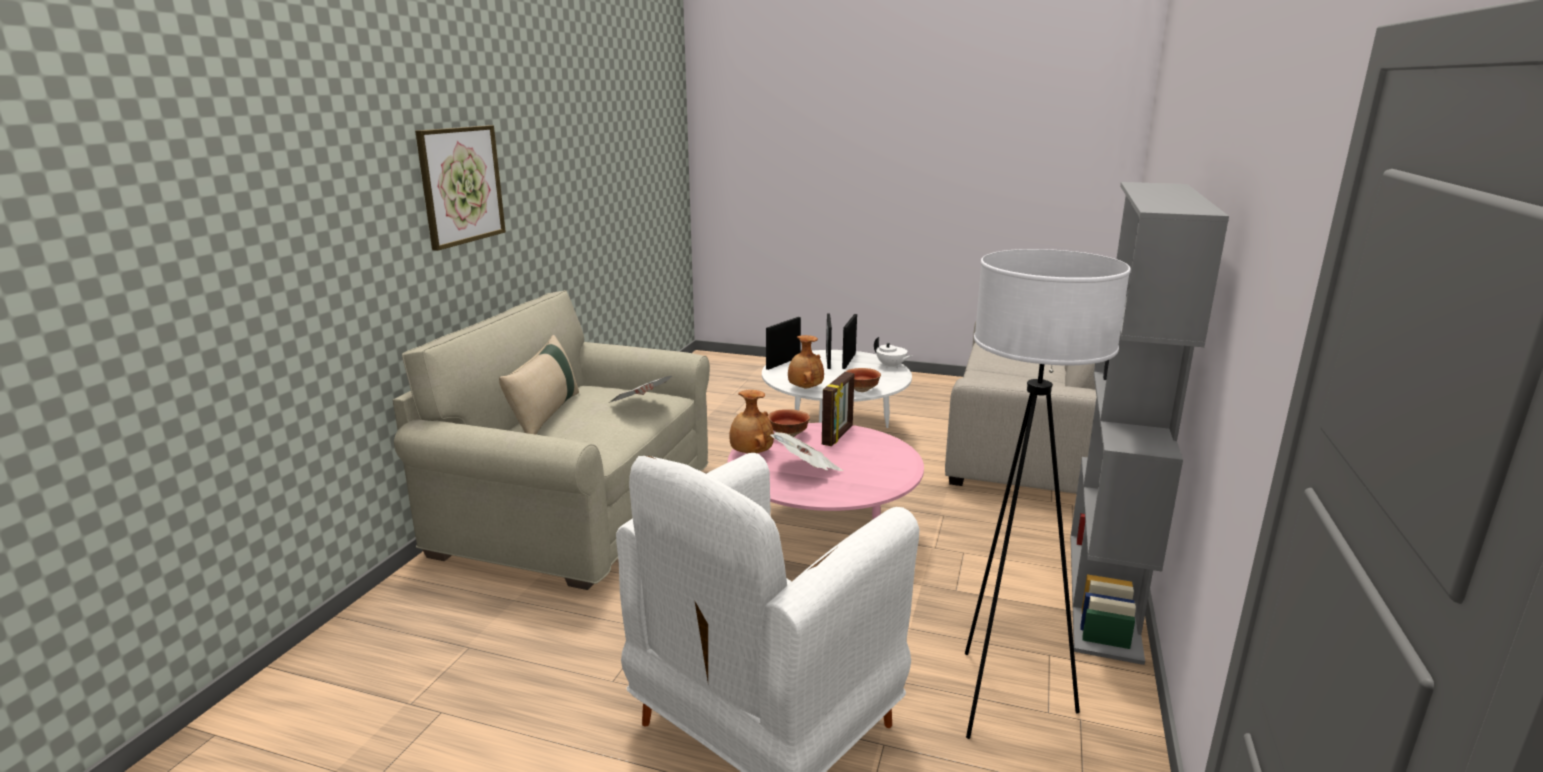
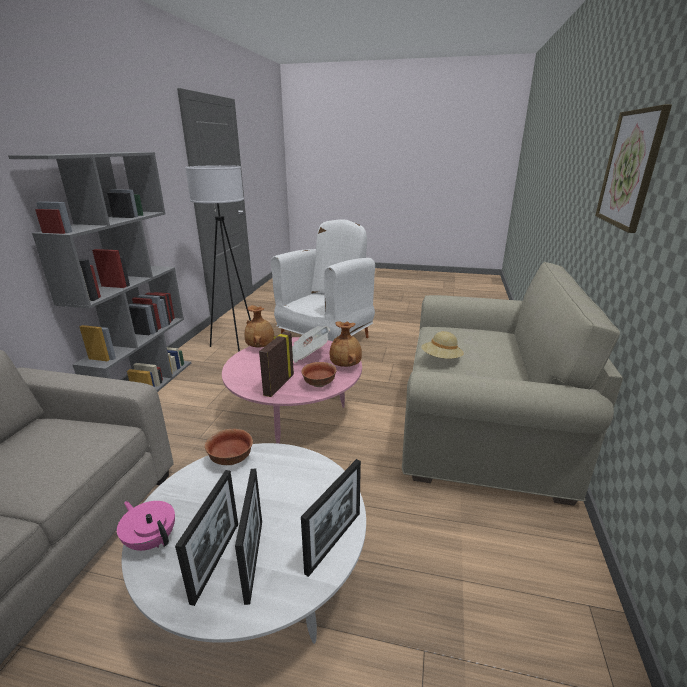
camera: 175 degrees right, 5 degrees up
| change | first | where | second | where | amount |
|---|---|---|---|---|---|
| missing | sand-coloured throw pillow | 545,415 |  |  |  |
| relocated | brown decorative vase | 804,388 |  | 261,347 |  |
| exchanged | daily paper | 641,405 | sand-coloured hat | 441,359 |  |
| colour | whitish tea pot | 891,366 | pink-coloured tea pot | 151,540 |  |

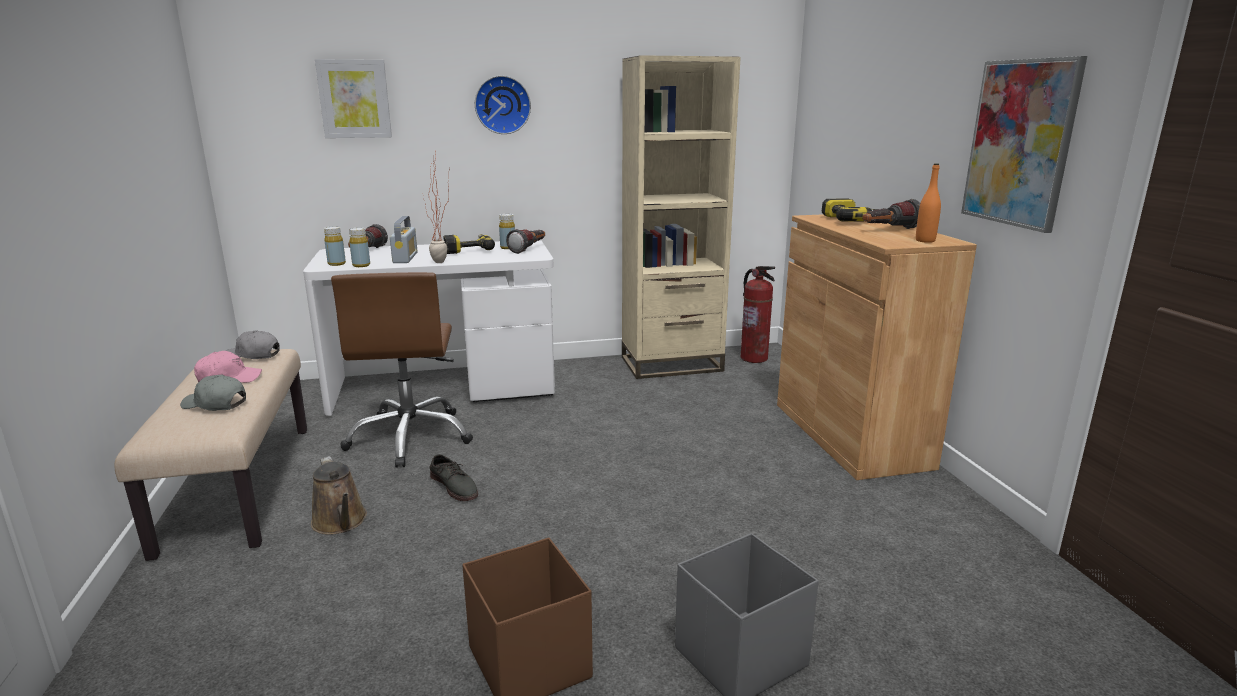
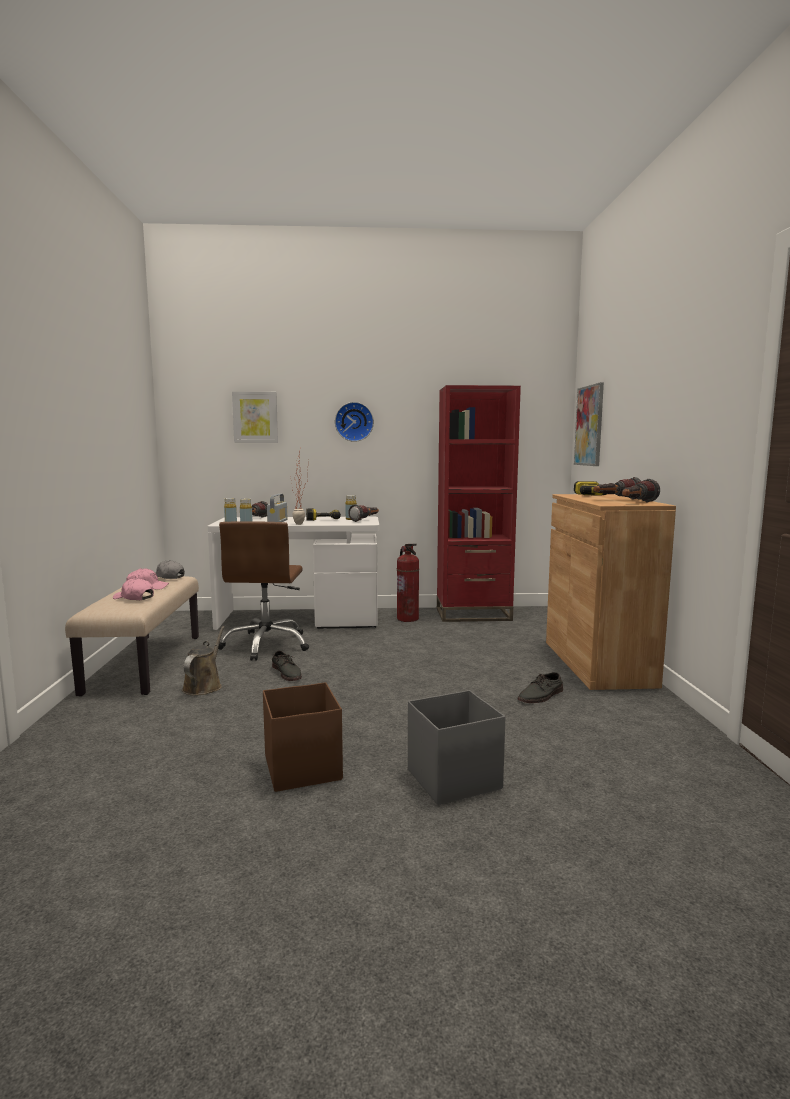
camera: 10 degrees right, 10 degrees down
| change | first | where | second | where | amount |
|---|---|---|---|---|---|
| appeared |  |  | grey low shoe | 541,696 |  |
| relocated | fire-fighting cylinder | 754,358 |  | 407,619 |  |
| relocated | wall art | 1020,143 |  | 589,426 |  |
| exchanged | orange beverage bottle | 925,241 | torch | 637,503 |  |
| colour | grey peaked cap | 215,404 | pink-coloured peaked cap | 134,598 |  |
| colour | sand-coloured shelving unit | 671,364 | reddish shelving unit | 473,614 |  |
| spun | brown watering can | 340,522 |  | 204,686 | 150 degrees counterclockwise |

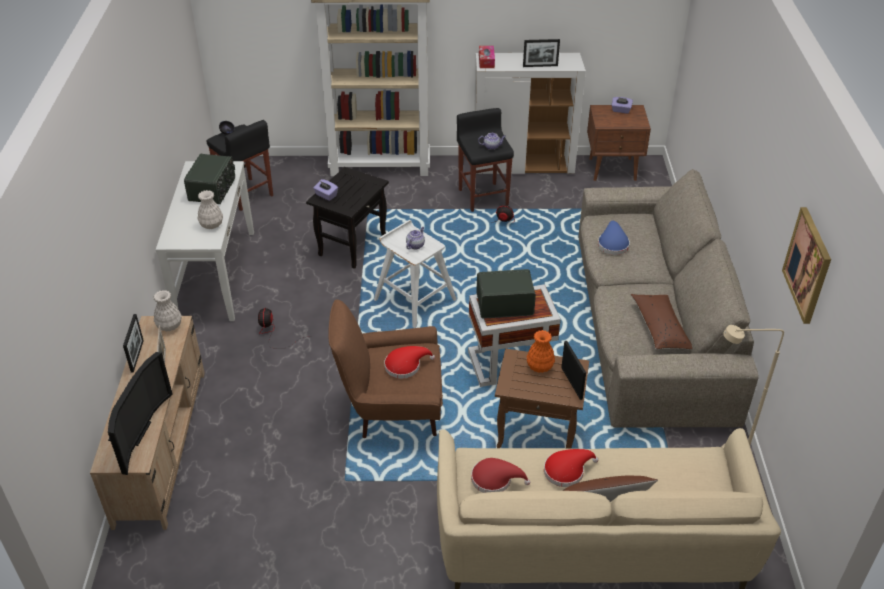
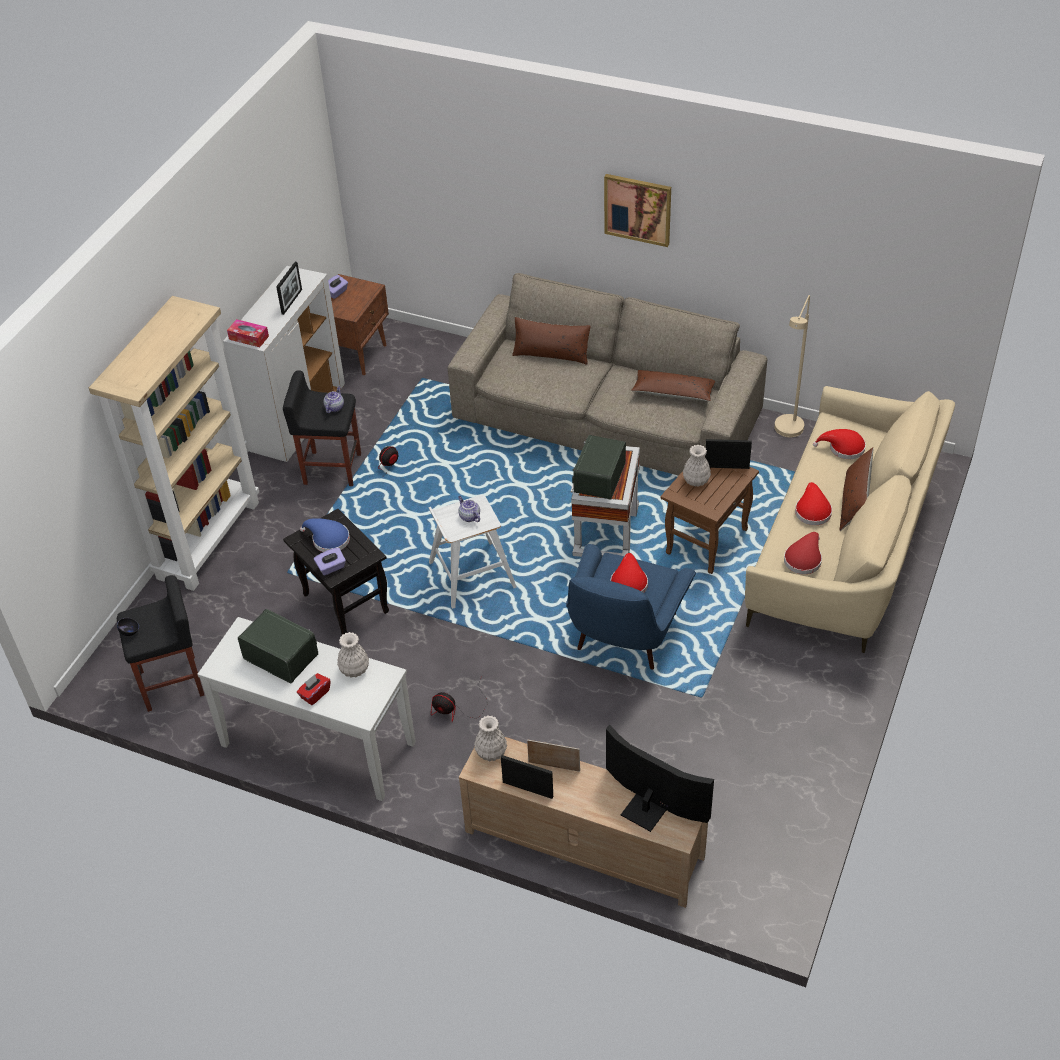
camera: 65 degrees left, 5 degrees up
| change | first | where | second | where | amount |
|---|---|---|---|---|---|
| appeared |  |  | reddish tissue holder | 315,694 |  |
| appeared |  |  | brown throw pillow | 551,354 |  |
| appeared |  |  | reddish hat | 843,448 |  |
| relocated | blue hat | 612,244 |  | 328,539 |  |
| relocated | wall art | 808,265 |  | 638,209 |  |
| colour | brown armchair | 392,409 | blue armchair | 624,637 |  |
| colour | orange decorative vase | 540,366 | whitish decorative vase | 696,480 |  |

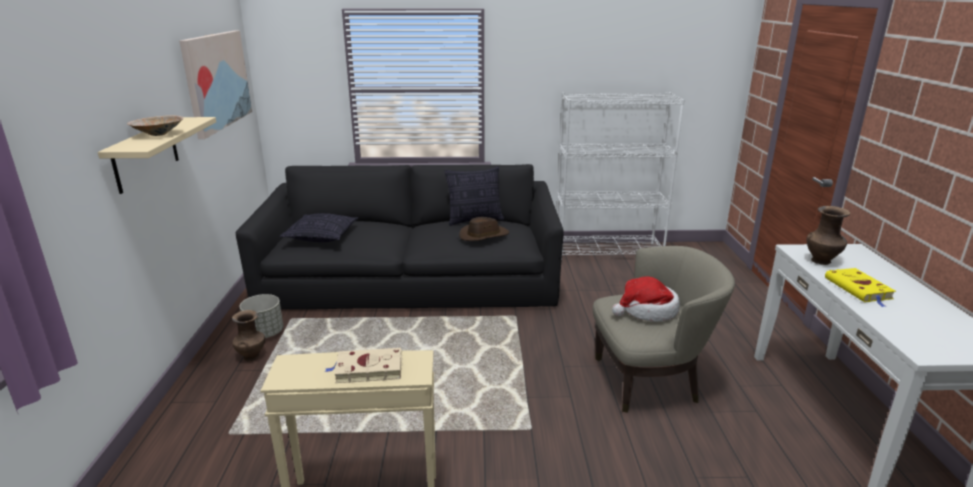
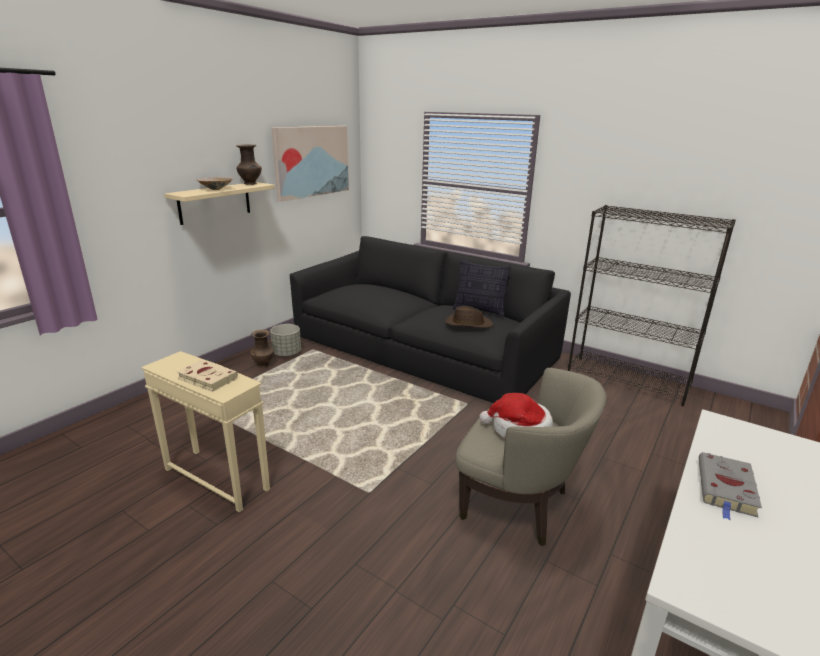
camera: 35 degrees right, 0 degrees up
| change | first | where | second | where | amount |
|---|---|---|---|---|---|
| missing | throw pillow | 322,237 |  |  |  |
| relocated | brown decorative vase | 822,261 |  | 250,184 |  |
| colour | whitish shelving unit | 608,251 | black shelving unit | 628,380 |  |
| colour | yellow-coloured bound book | 859,289 | grey bound book | 726,489 |  |

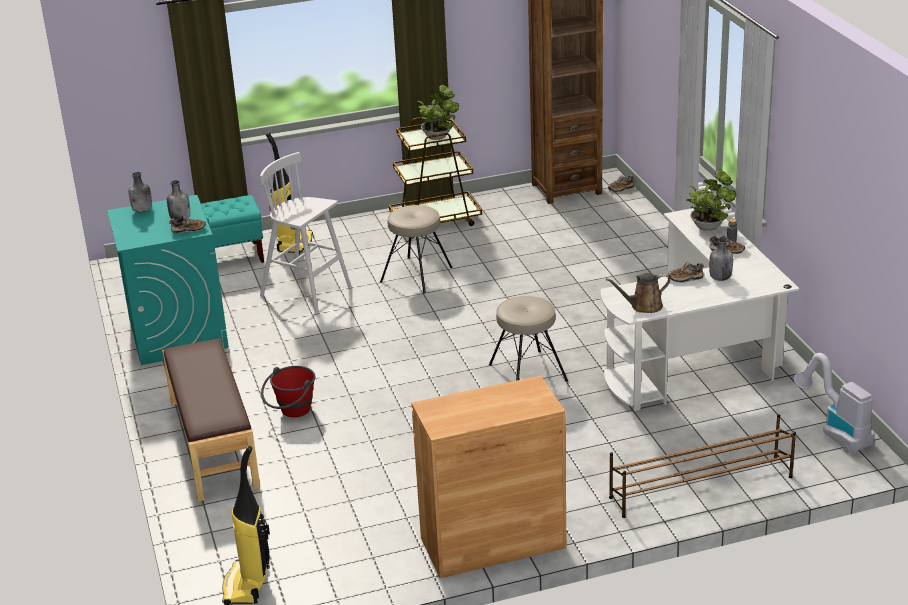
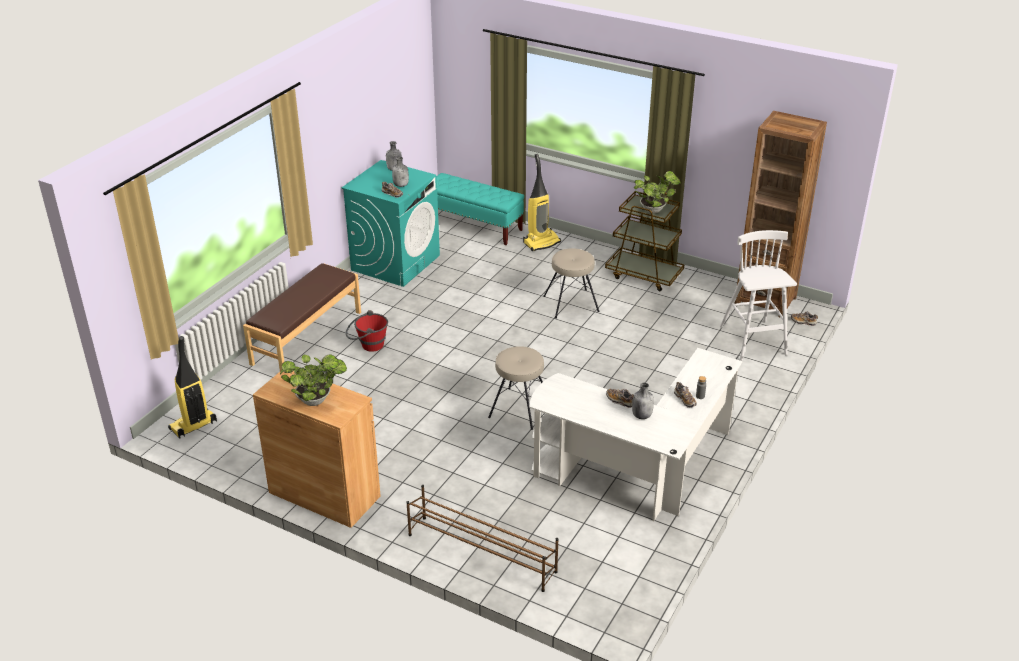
camera: 45 degrees right, 5 degrees up
| change | first | where | second | where | amount |
|---|---|---|---|---|---|
| missing | brown watering can | 643,306 |  |  |  |
| missing | vacuum | 834,430 |  |  |  |
| relocated | whitish sitting stool | 307,292 |  | 753,341 |  |
| relocated | potted plant | 708,226 |  | 316,400 |  |

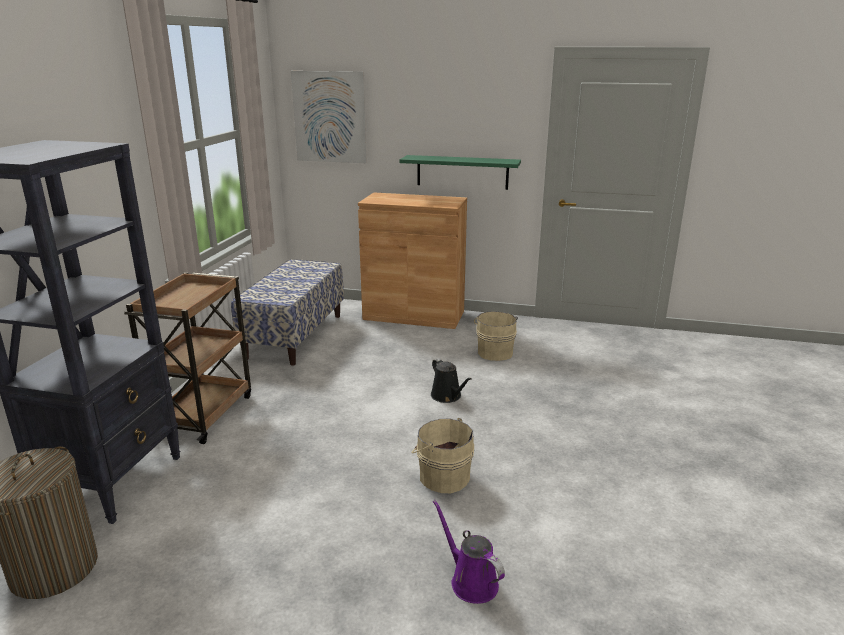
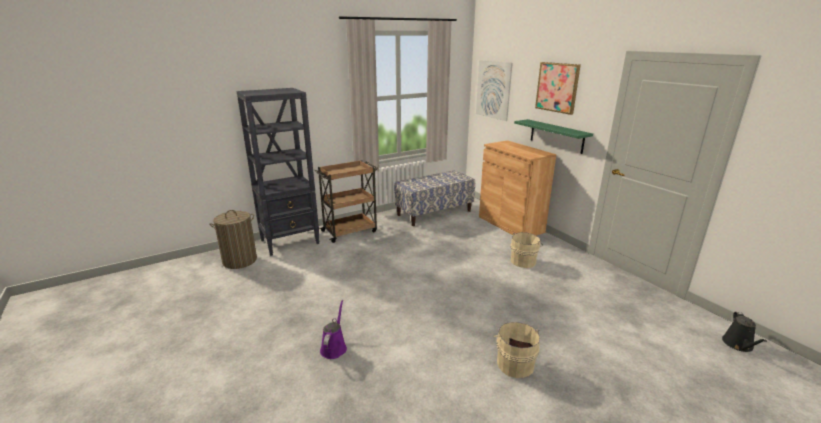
camera: 45 degrees right, 0 degrees up
| change | first | where | second | where | amount |
|---|---|---|---|---|---|
| appeared |  |  | wall art | 557,87 |  |
| relocated | sand-coloured water bucket | 443,476 |  | 514,363 |  |
| relocated | black watering can | 447,396 |  | 738,345 |  |

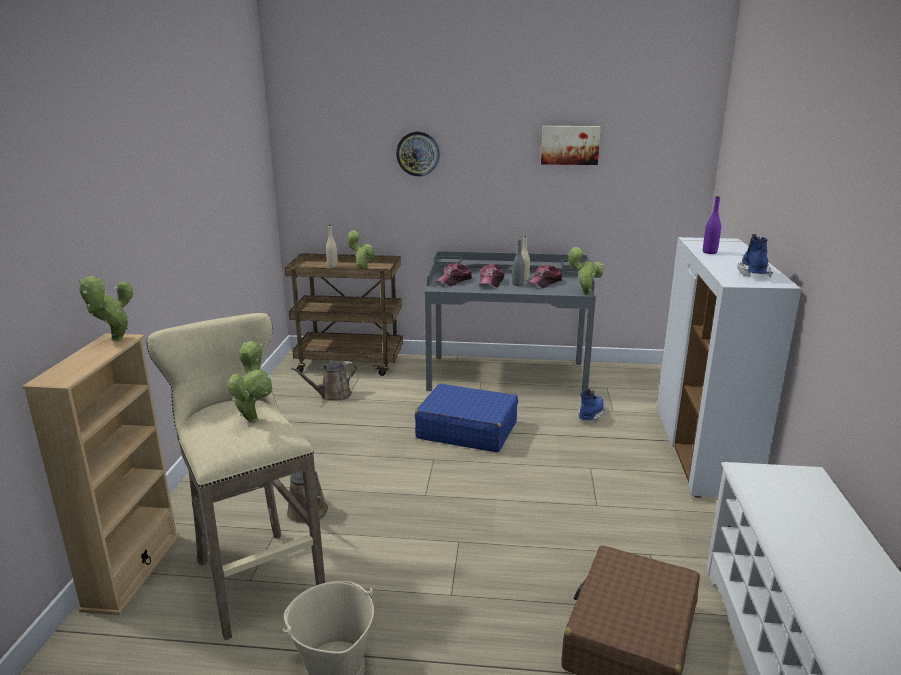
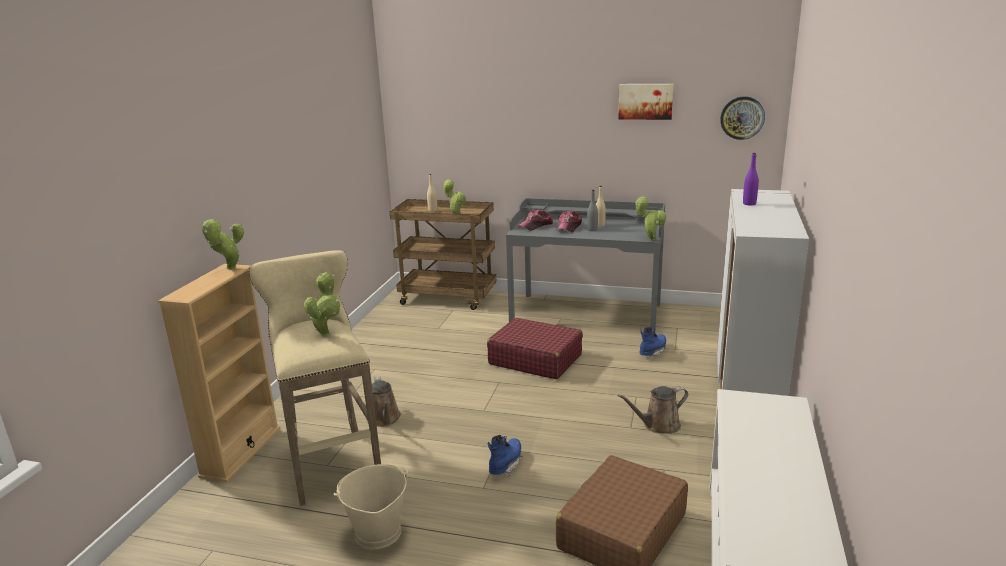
camera: 10 degrees right, 0 degrees up
| change | first | where | second | where | amount |
|---|---|---|---|---|---|
| missing | peaked cap | 545,282 |  |  |  |
| relocated | brown watering can | 332,395 |  | 658,425 |  |
| relocated | clock on the wall | 418,153 |  | 742,118 |  |
| relocated | blue boot | 753,272 |  | 505,465 |  |
| colour | blue piece of luggage | 466,430 | reddish piece of luggage | 535,359 |  |

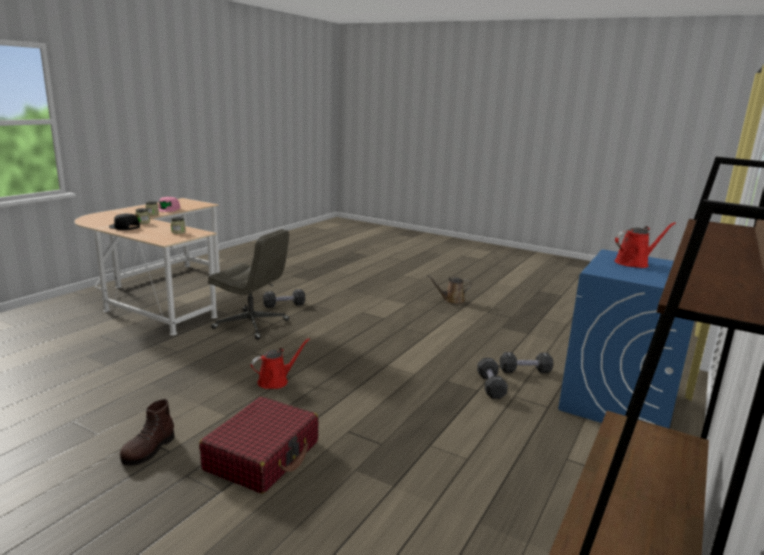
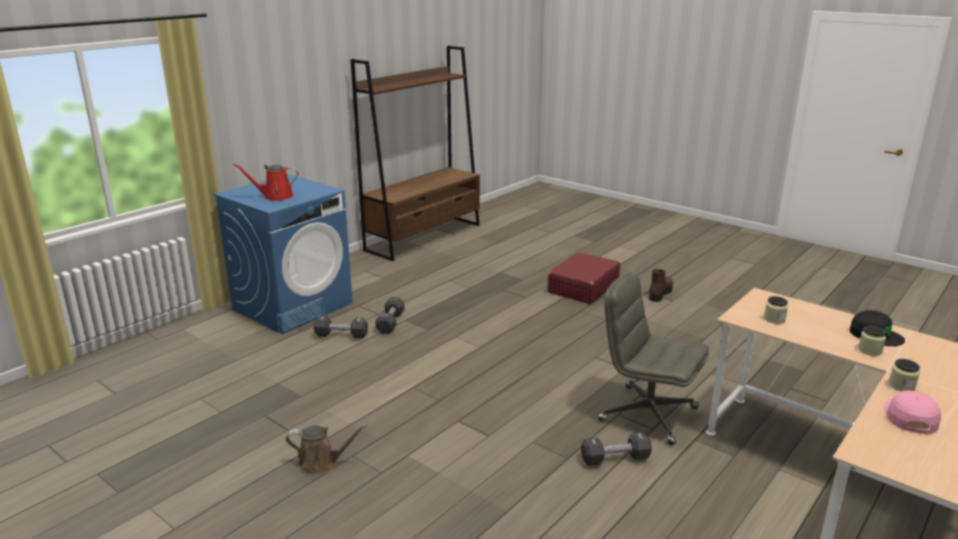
camera: 170 degrees left, 5 degrees up
| change | first | where | second | where | amount |
|---|---|---|---|---|---|
| missing | reddish watering can | 276,381 |  |  |  |

